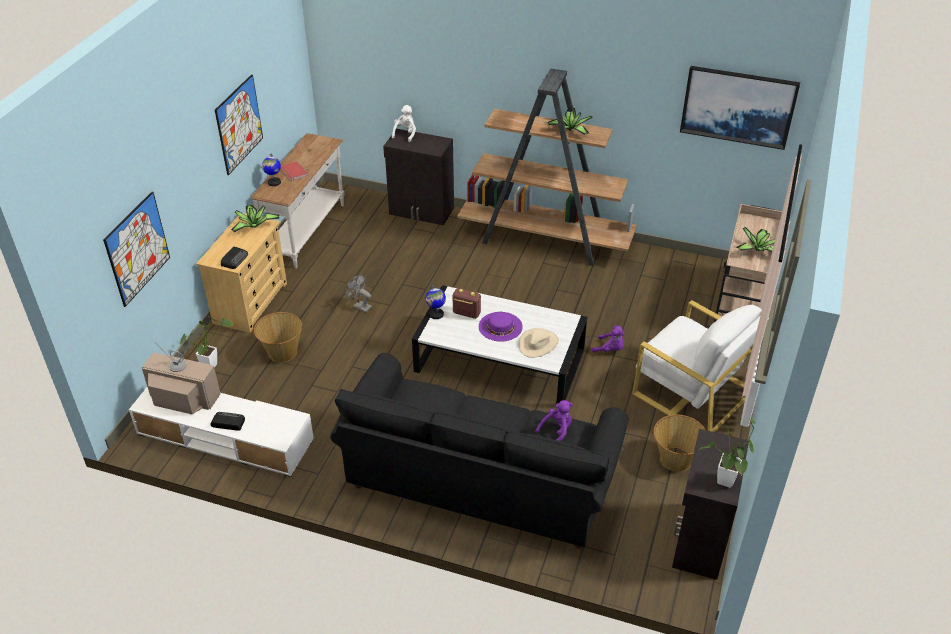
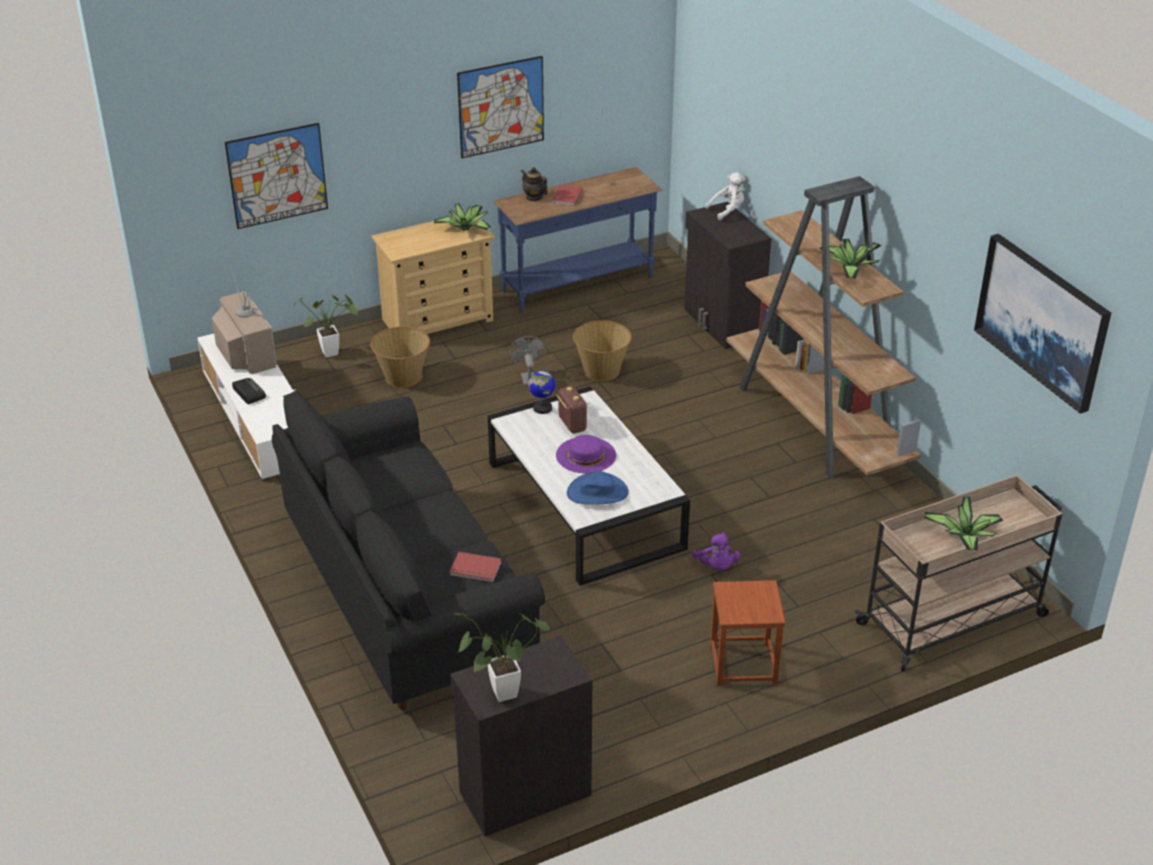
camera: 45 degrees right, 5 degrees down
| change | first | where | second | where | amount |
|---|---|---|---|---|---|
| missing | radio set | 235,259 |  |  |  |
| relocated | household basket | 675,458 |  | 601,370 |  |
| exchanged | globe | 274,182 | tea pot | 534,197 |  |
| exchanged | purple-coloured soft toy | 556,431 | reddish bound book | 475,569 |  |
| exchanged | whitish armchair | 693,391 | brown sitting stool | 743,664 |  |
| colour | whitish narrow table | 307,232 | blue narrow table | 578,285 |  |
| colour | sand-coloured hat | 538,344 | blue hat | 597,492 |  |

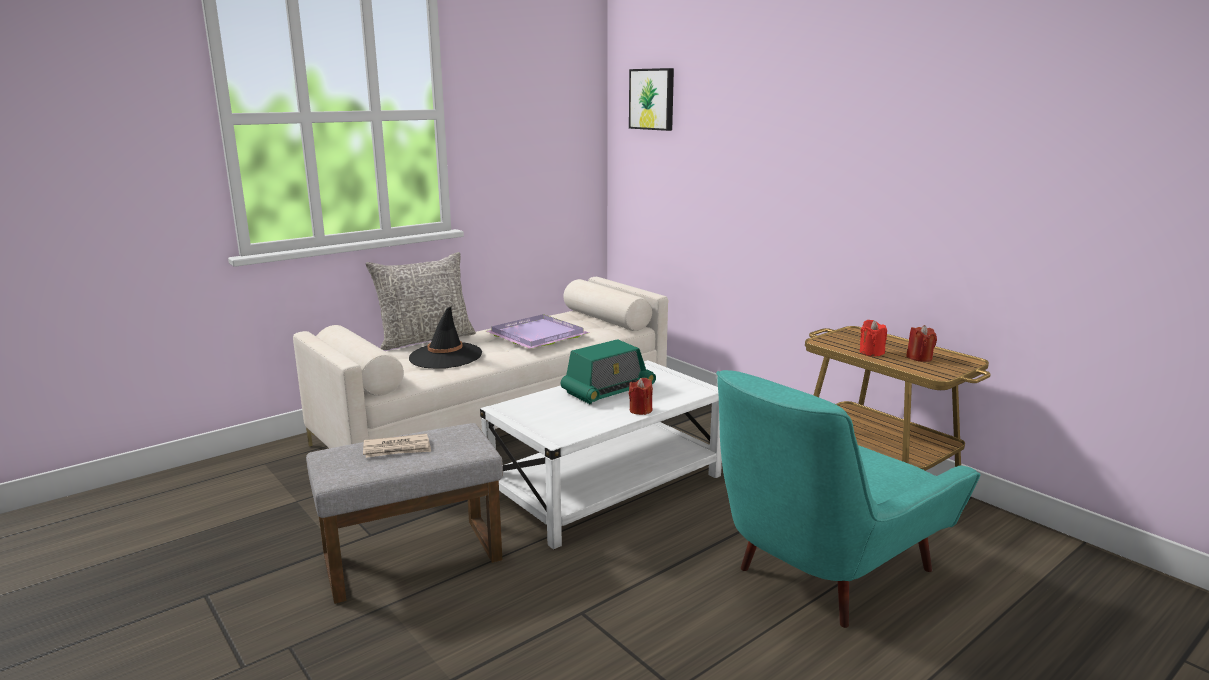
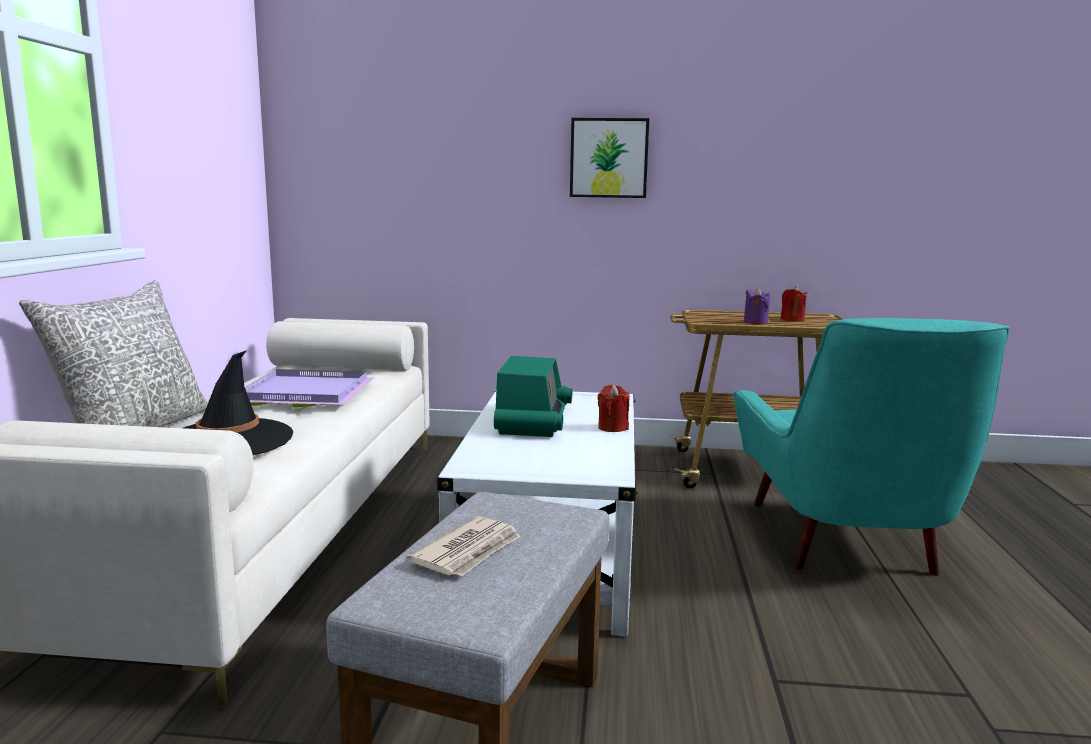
camera: 45 degrees left, 5 degrees down
| change | first | where | second | where | amount |
|---|---|---|---|---|---|
| relocated | wall art | 652,99 |  | 609,158 |  |
| colour | reddish wax light | 871,352 | purple-coloured wax light | 755,322 |  |

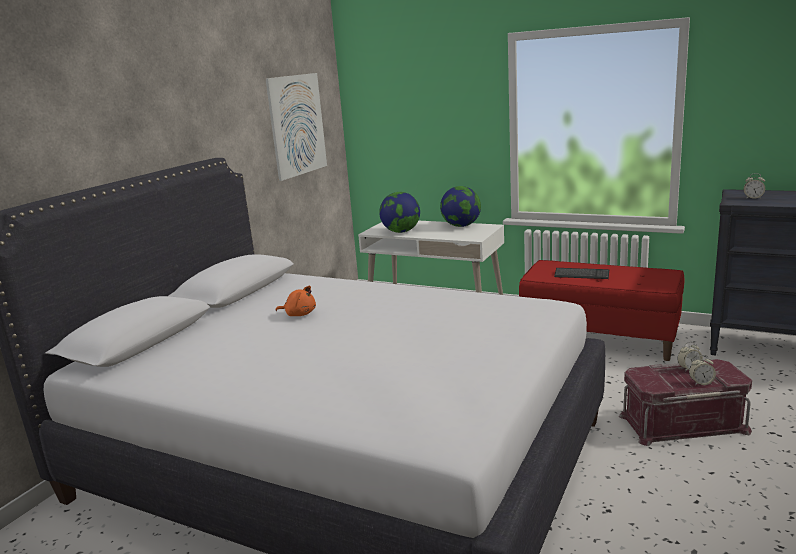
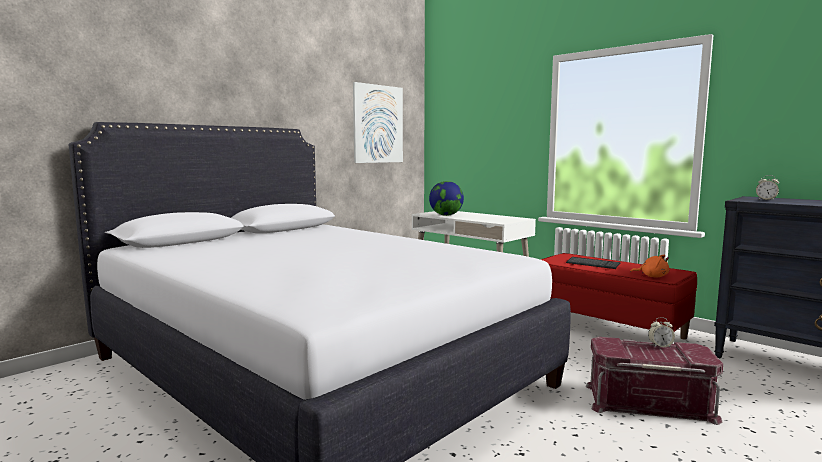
camera: 15 degrees right, 10 degrees down
| change | first | where | second | where | amount |
|---|---|---|---|---|---|
| missing | globe | 461,226 |  |  |  |
| missing | alarm clock | 701,383 |  |  |  |
| relocated | orange soft toy | 299,314 |  | 652,276 |  |

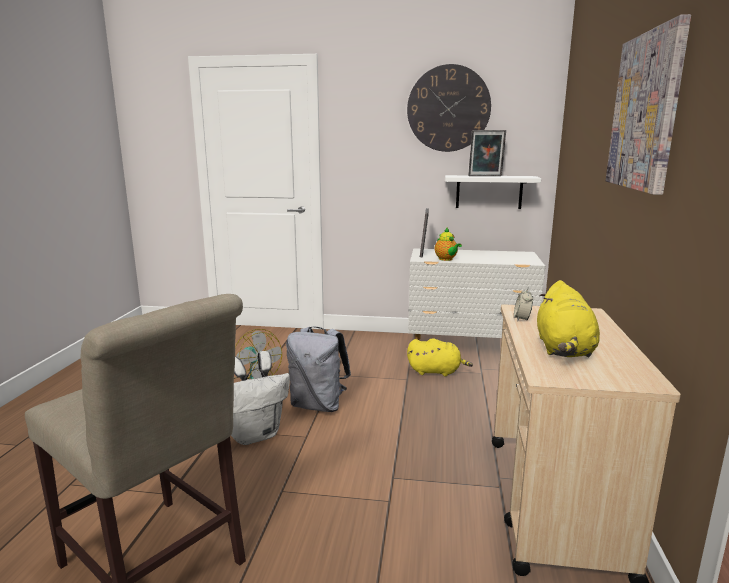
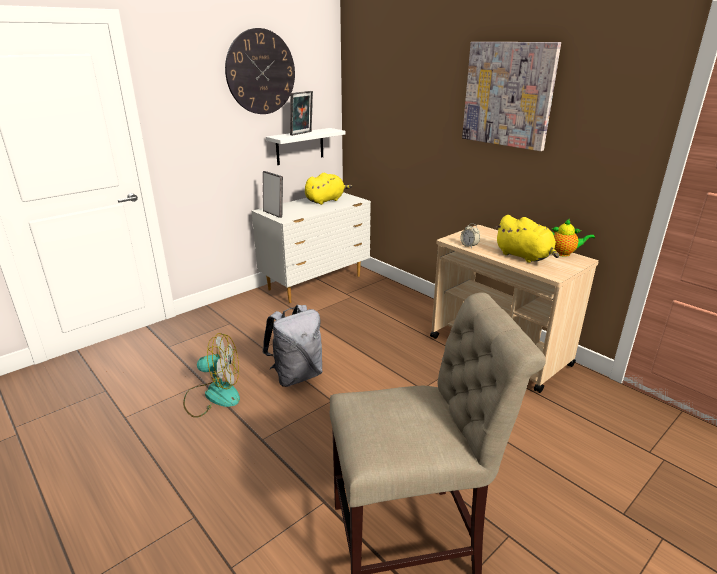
camera: 50 degrees left, 10 degrees up
| change | first | where | second | where | amount |
|---|---|---|---|---|---|
| missing | whitish knapsack | 255,434 |  |  |  |
| relocated | yellow-coloured soft toy | 436,371 |  | 326,200 |  |
| relocated | tea pot | 446,259 |  | 564,253 |  |

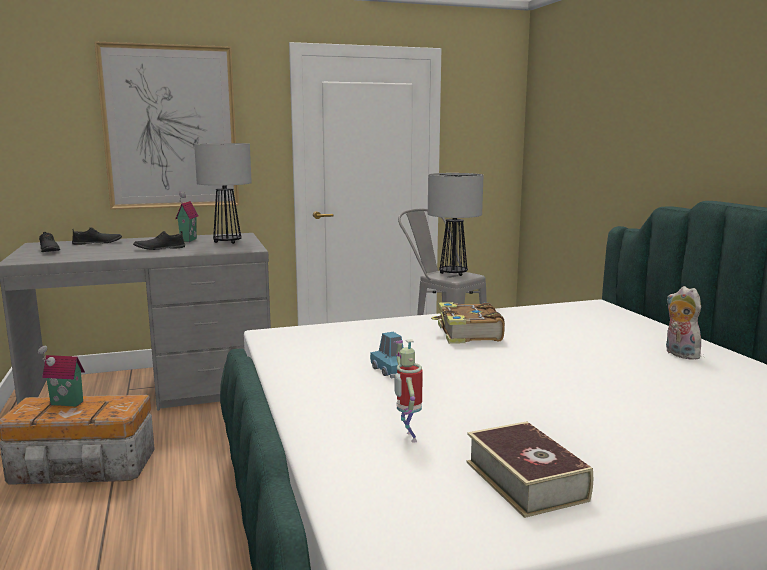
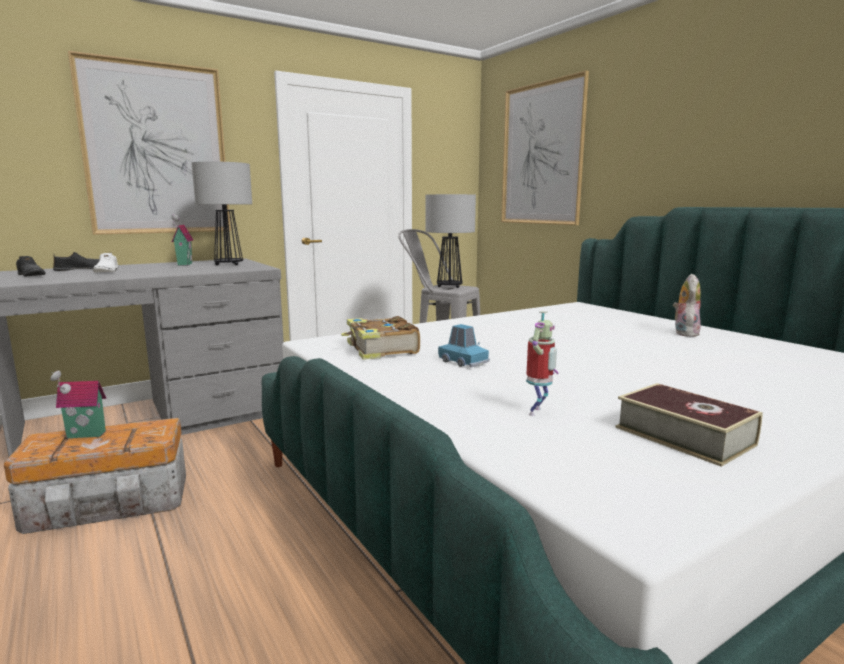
camera: 15 degrees left, 0 degrees up
| change | first | where | second | where | amount |
|---|---|---|---|---|---|
| missing | black low shoe | 160,248 |  |  |  |
| appeared |  |  | whitish low shoe | 106,271 |  |
| appeared |  |  | wall art | 541,154 |  |
| relocated | bound book | 468,334 |  | 381,349 |  |
| spun | model robot | 408,437 |  | 538,412 | 120 degrees counterclockwise |
| spun | soft toy | 679,354 |  | 684,333 | 60 degrees clockwise |

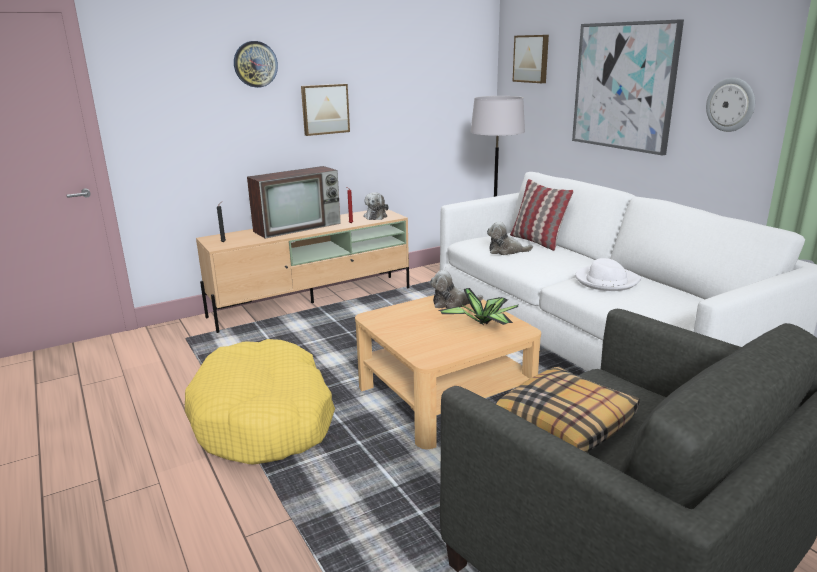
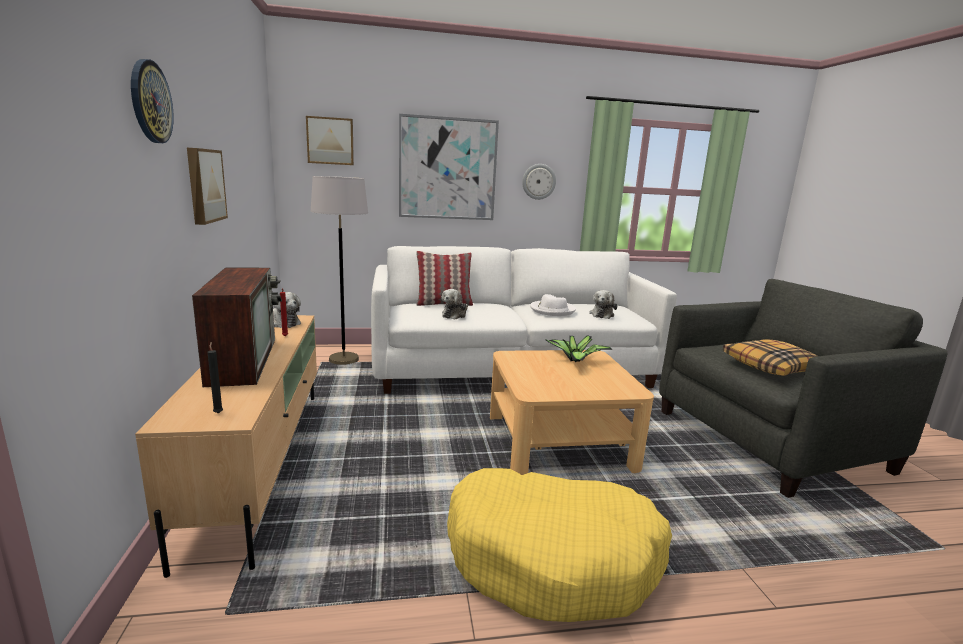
camera: 70 degrees left, 5 degrees down
| change | first | where | second | where | amount |
|---|---|---|---|---|---|
| relocated | soft toy | 452,303 |  | 602,314 |  |

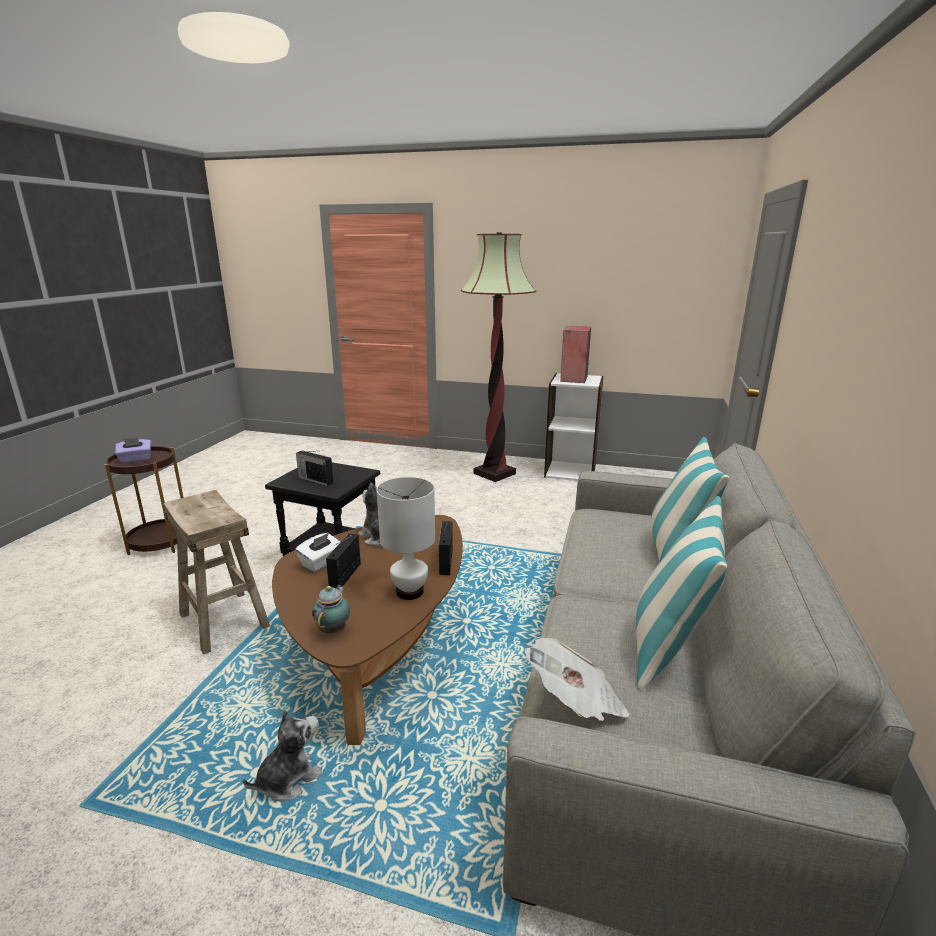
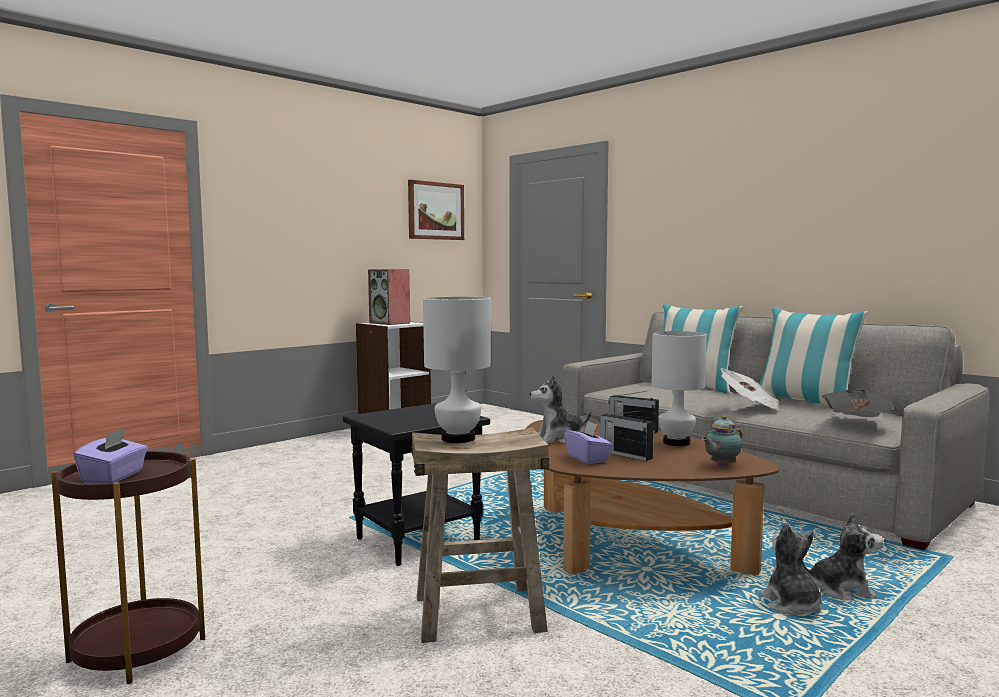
camera: 60 degrees left, 15 degrees down
| change | first | where | second | where | amount |
|---|---|---|---|---|---|
| missing | radio set | 315,480 |  |  |  |
| missing | standing lamp | 494,473 |  |  |  |
| appeared |  |  | wall art | 435,211 |  |
| appeared |  |  | whitish lamp for a table | 458,439 |  |
| appeared |  |  | daily paper | 750,405 |  |
| appeared |  |  | soft toy | 841,590 |  |
| colour | whitish tissue holder | 321,562 | purple-coloured tissue holder | 587,458 |  |
| spun | tea pot | 334,629 |  | 721,465 | 75 degrees counterclockwise |

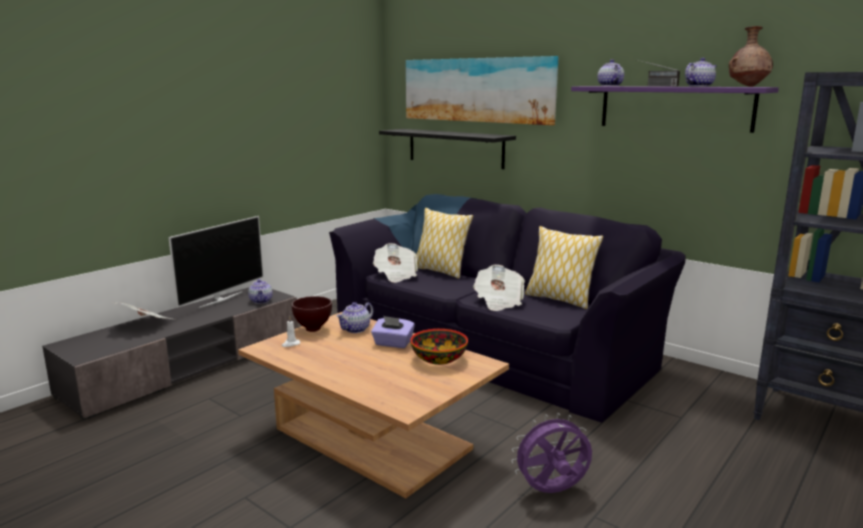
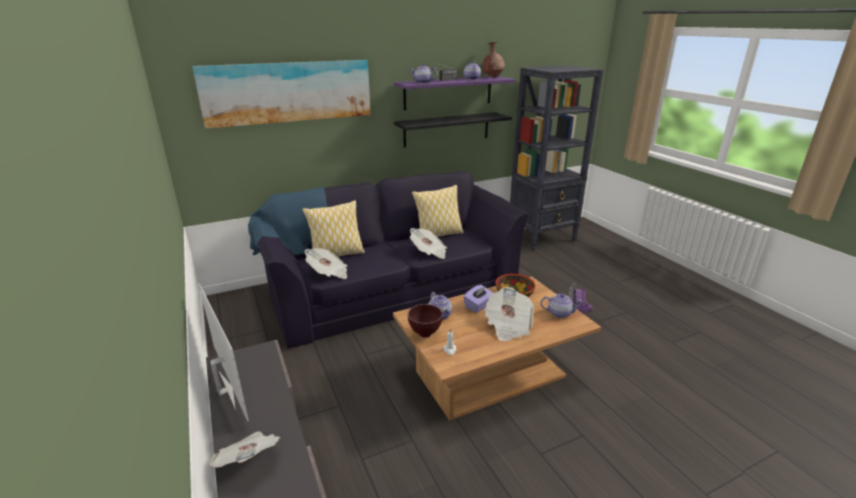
camera: 65 degrees left, 10 degrees up
| change | first | where | second | where | amount |
|---|---|---|---|---|---|
| appeared |  |  | daily paper | 508,326 |  |
| relocated | tea pot | 261,301 |  | 559,313 |  |
| relocated | black wall shelf | 455,148 |  | 447,129 |  |

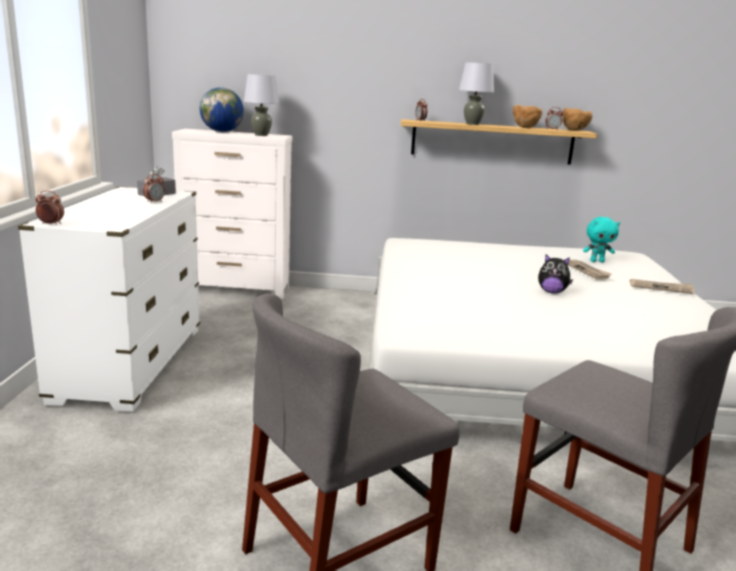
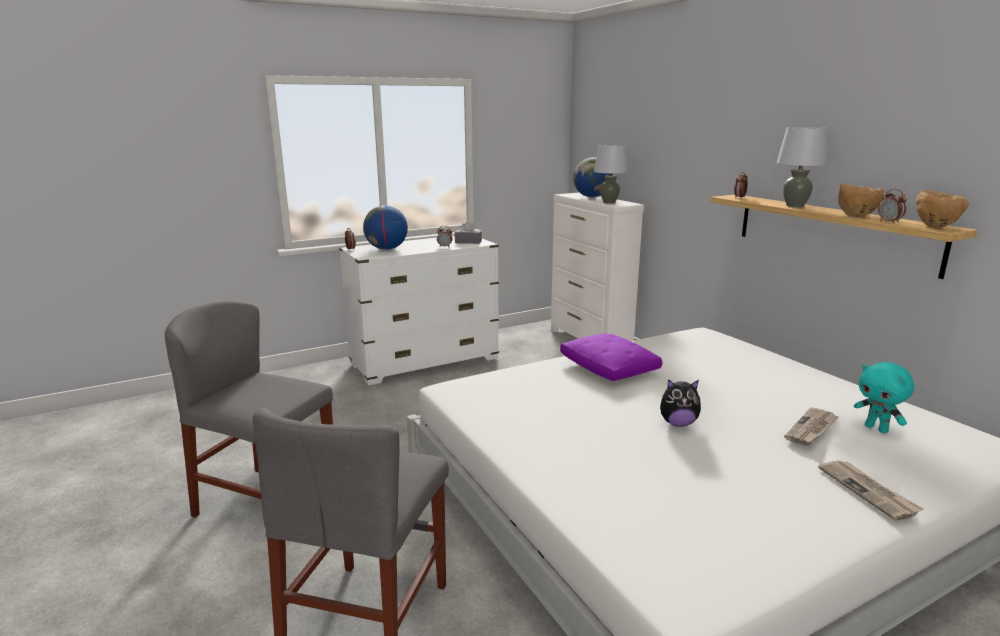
camera: 60 degrees right, 0 degrees up
| change | first | where | second | where | amount |
|---|---|---|---|---|---|
| appeared |  |  | globe | 386,249 |  |
| appeared |  |  | purple-coloured throw pillow | 609,369 |  |
| spun | soft toy | 552,292 |  | 678,423 | 75 degrees counterclockwise |

